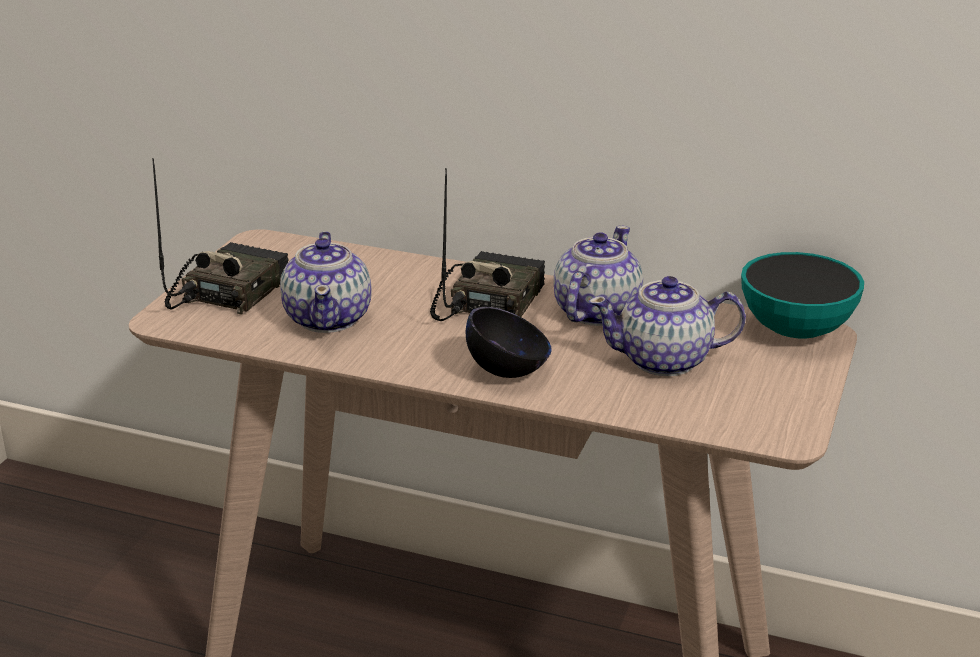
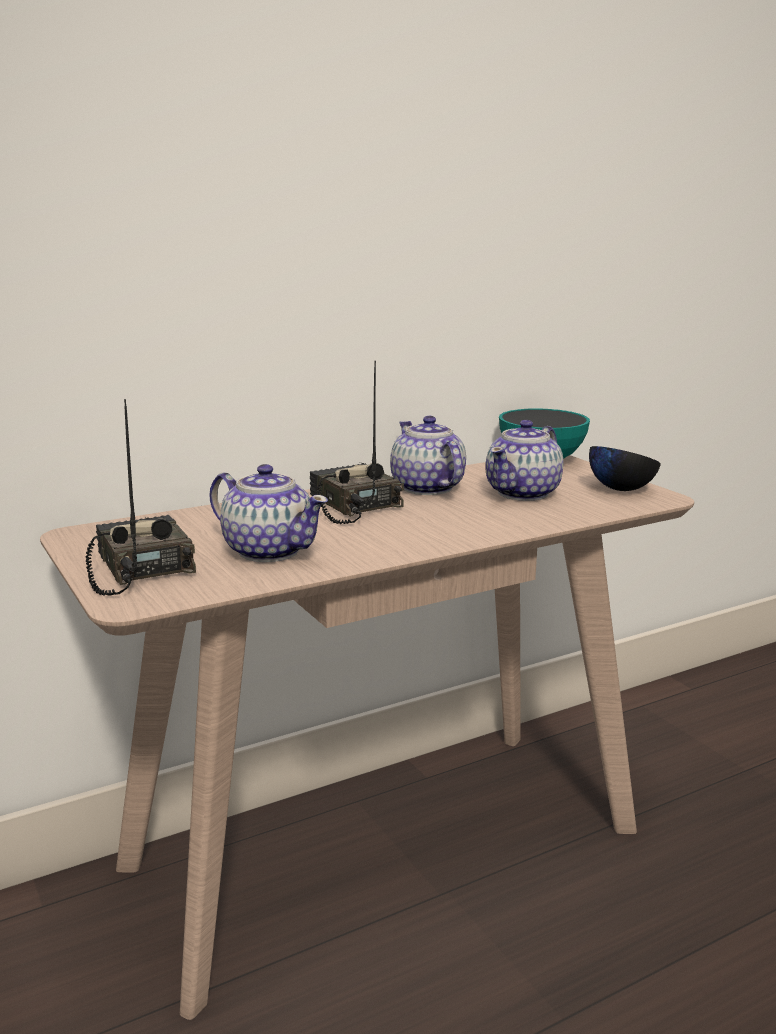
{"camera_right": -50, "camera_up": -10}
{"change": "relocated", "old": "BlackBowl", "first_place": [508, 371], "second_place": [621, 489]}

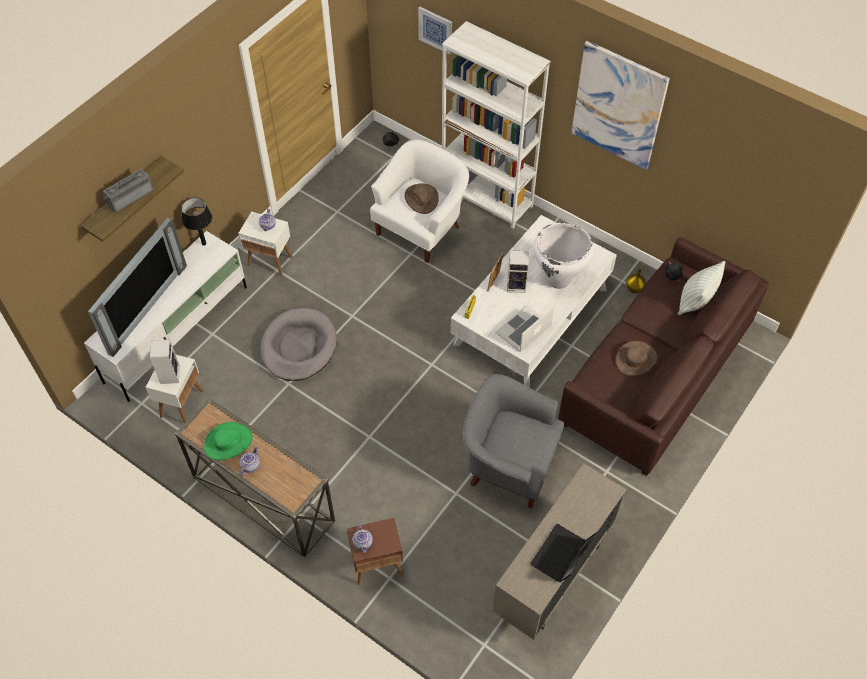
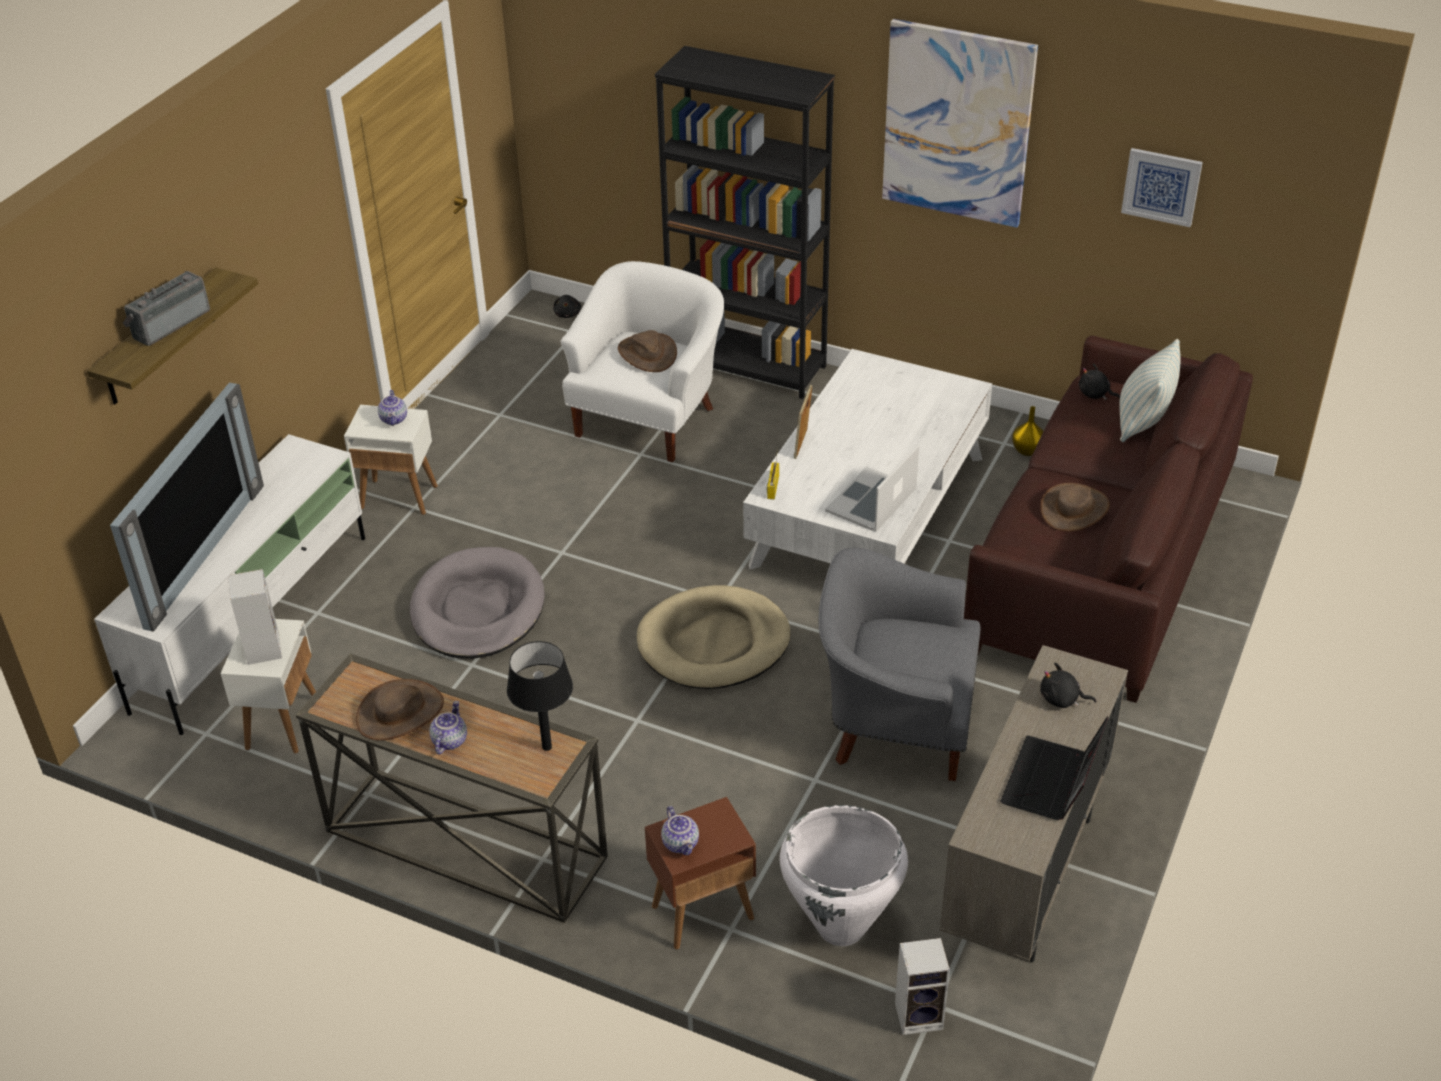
{"camera_right": -10, "camera_up": -15}
{"change": "appeared", "new": "BeigeDogBed", "second_place": [714, 643]}
{"change": "appeared", "new": "BlackPlushToy", "second_place": [1062, 699]}
{"change": "relocated", "old": "BlackTableLamp", "first_place": [204, 244], "second_place": [546, 747]}
{"change": "relocated", "old": "Picture", "first_place": [435, 30], "second_place": [1161, 186]}
{"change": "relocated", "old": "Speaker", "first_place": [517, 285], "second_place": [920, 1015]}
{"change": "relocated", "old": "WhiteVase", "first_place": [558, 280], "second_place": [840, 927]}
{"change": "colour", "old": "GreenHat", "new": "BrownHat", "first_place": [228, 442], "second_place": [400, 713]}
{"change": "colour", "old": "WhiteBookcase", "new": "BlackBookcase", "first_place": [487, 198], "second_place": [747, 365]}

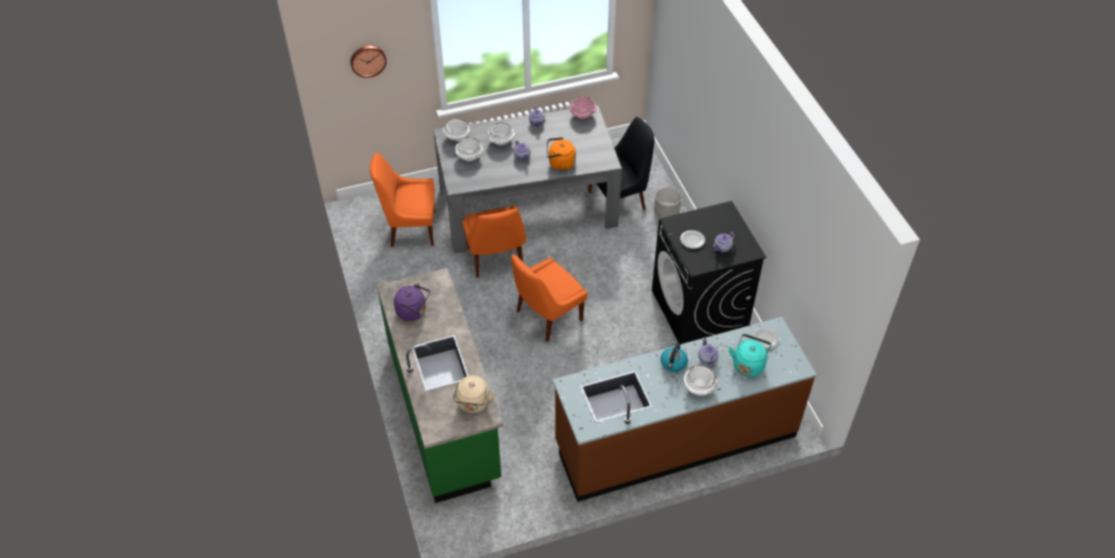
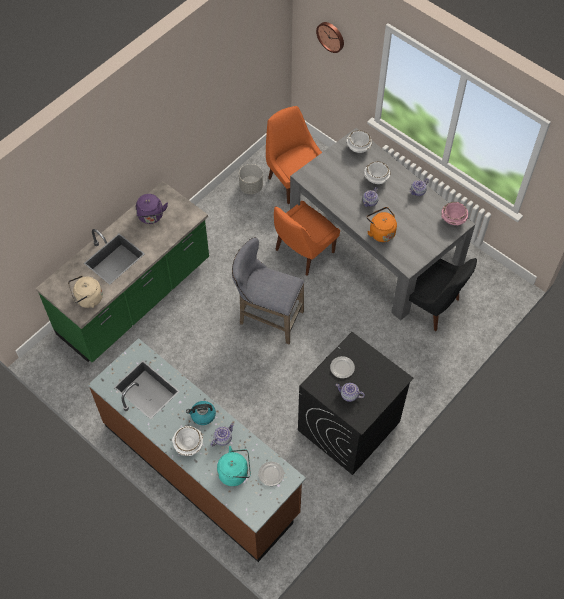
{"camera_right": 60, "camera_up": 10}
{"change": "missing", "old": "WhiteBowl", "first_place": [469, 156]}
{"change": "relocated", "old": "GreyPlanter", "first_place": [666, 213], "second_place": [251, 187]}
{"change": "exchanged", "old": "OrangeChair", "new": "GreyStool", "first_place": [547, 317], "second_place": [267, 317]}

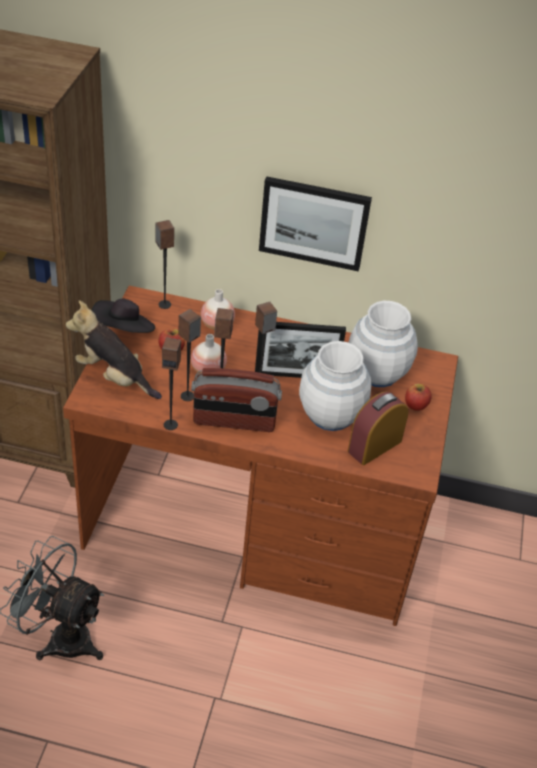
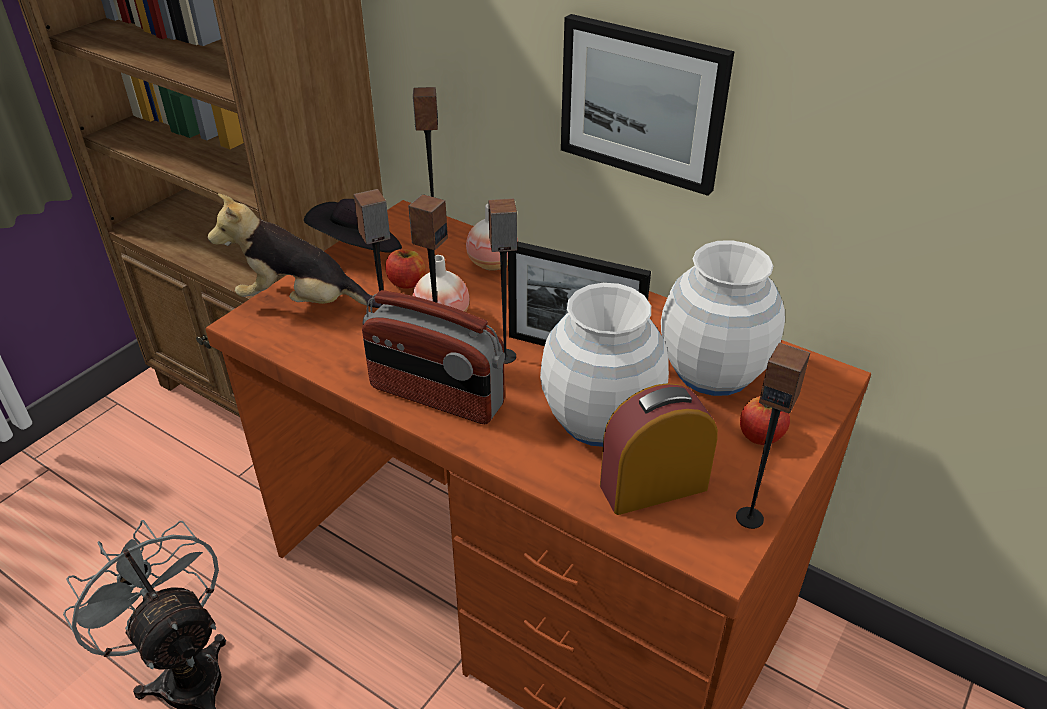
{"camera_right": 25, "camera_up": -5}
{"change": "relocated", "old": "Speaker", "first_place": [170, 424], "second_place": [750, 517]}
{"change": "spun", "old": "PlushToy", "first_place": [114, 377], "second_place": [302, 303], "degrees": -45}

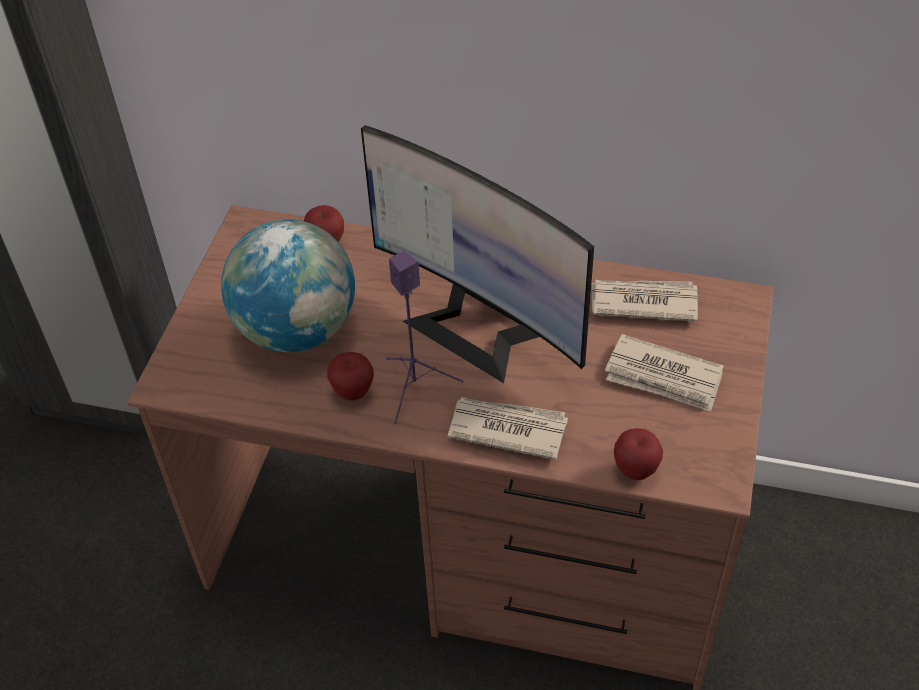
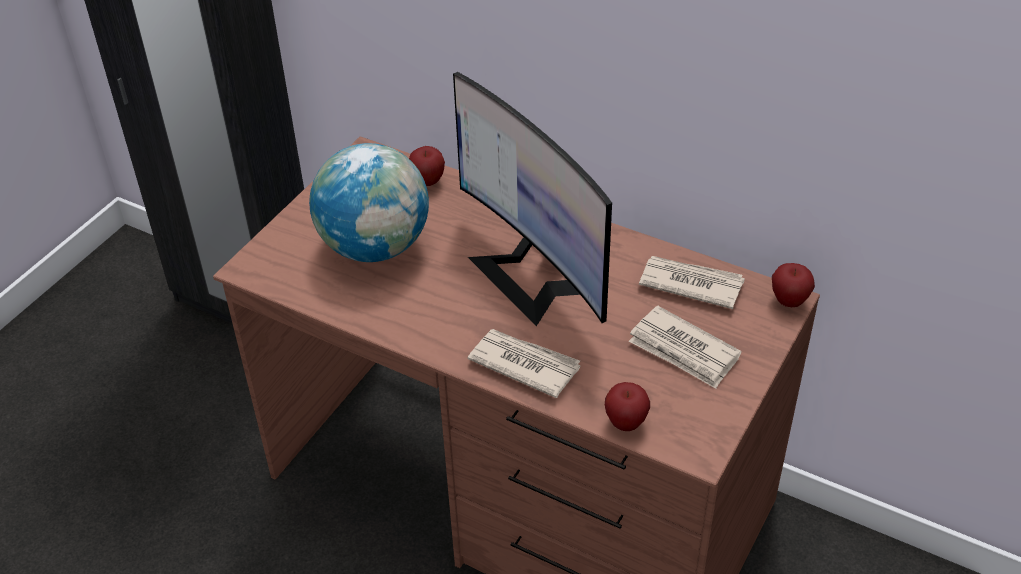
{"camera_right": 15, "camera_up": -5}
{"change": "missing", "old": "PurpleSpeaker", "first_place": [416, 386]}
{"change": "relocated", "old": "Apple", "first_place": [353, 392], "second_place": [789, 301]}

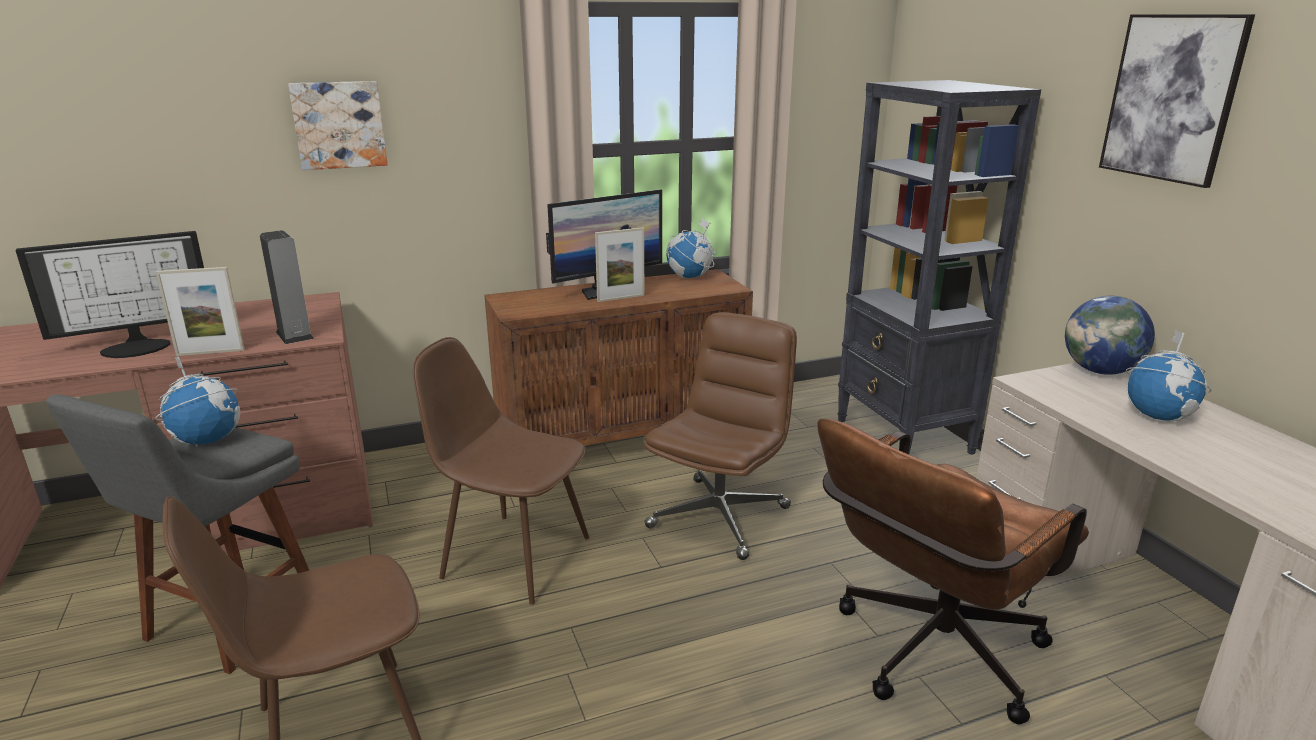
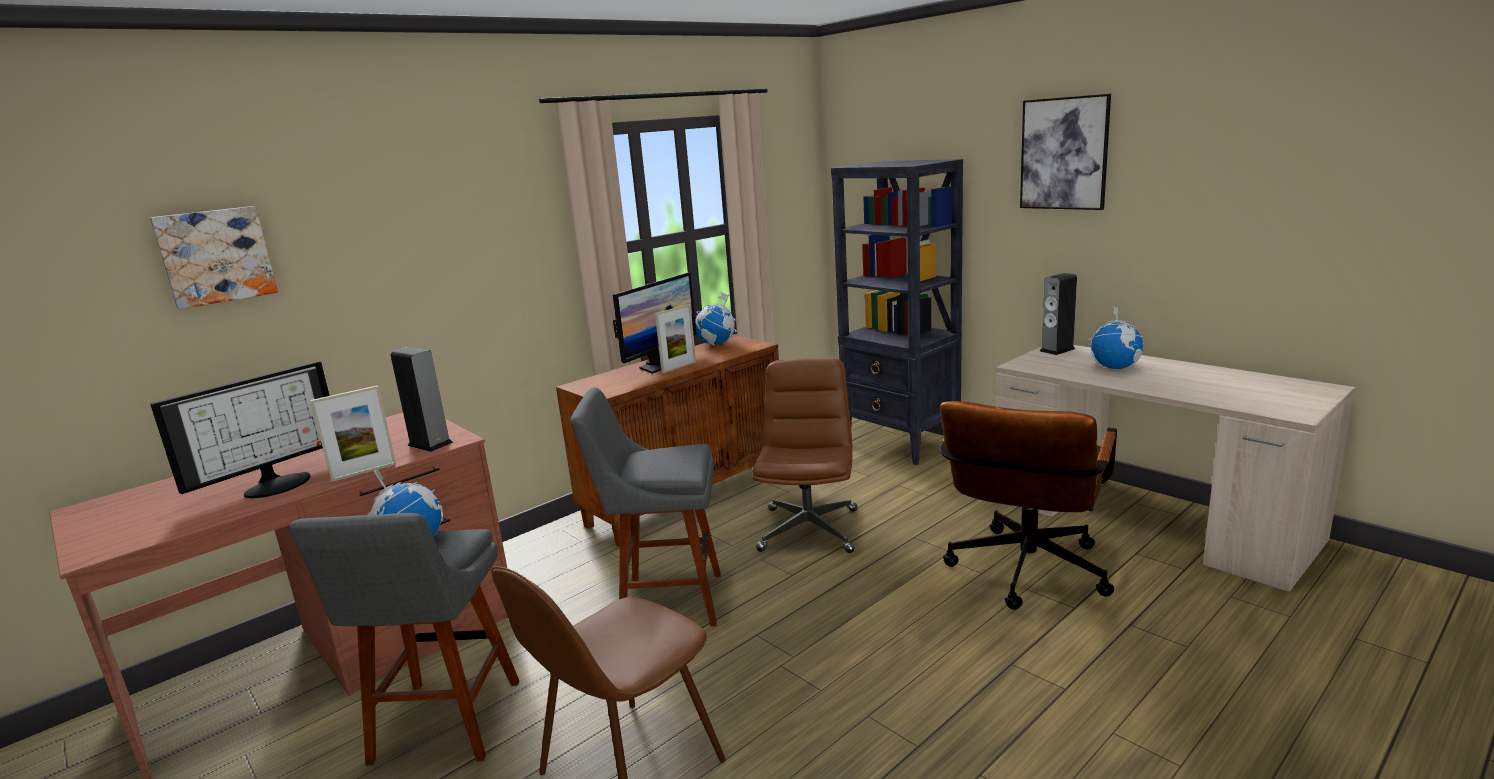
{"camera_right": -20, "camera_up": -5}
{"change": "relocated", "old": "Picture", "first_place": [339, 124], "second_place": [215, 256]}
{"change": "exchanged", "old": "BrownChair", "new": "GreyStool", "first_place": [513, 556], "second_place": [665, 601]}
{"change": "exchanged", "old": "Globe", "new": "Speaker", "first_place": [1100, 371], "second_place": [1057, 350]}

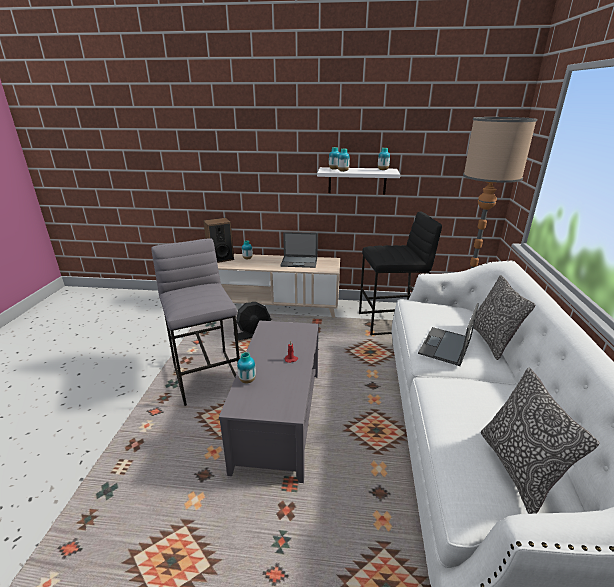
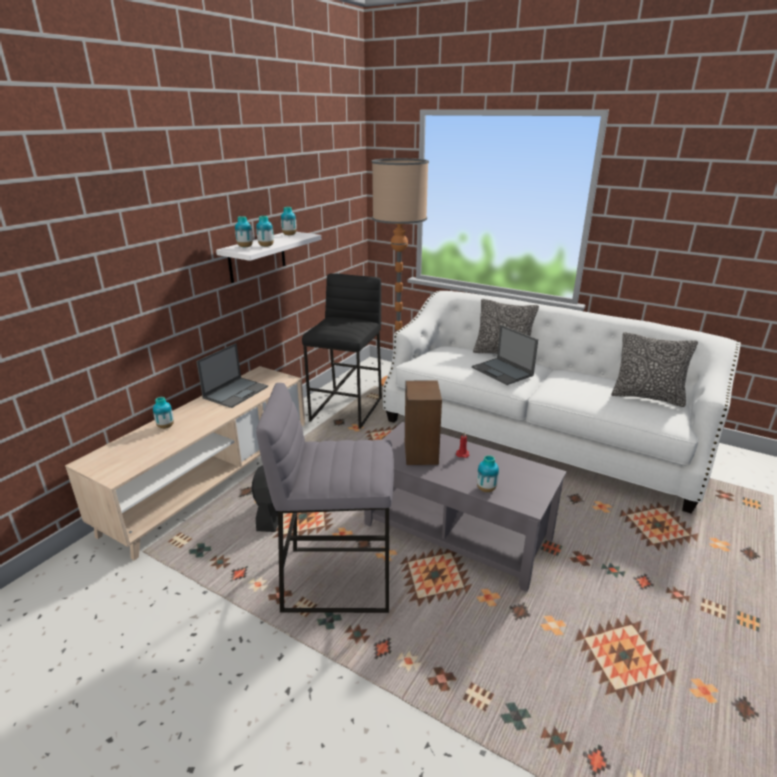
{"camera_right": -65, "camera_up": 0}
{"change": "relocated", "old": "Speaker", "first_place": [220, 258], "second_place": [420, 453]}

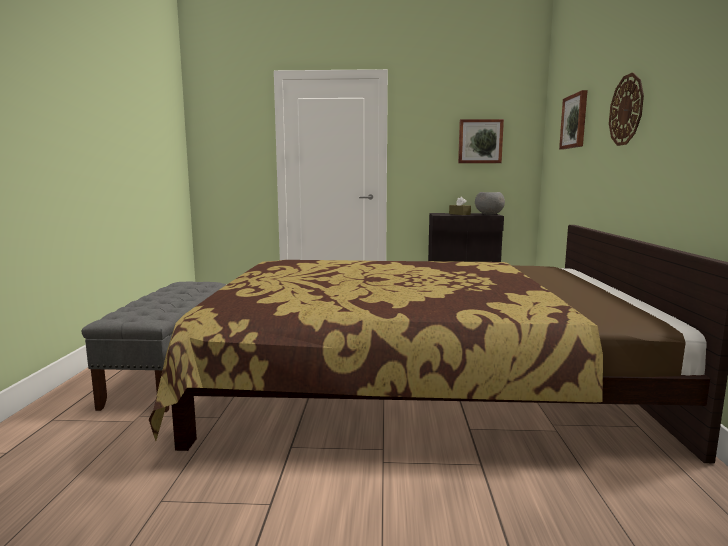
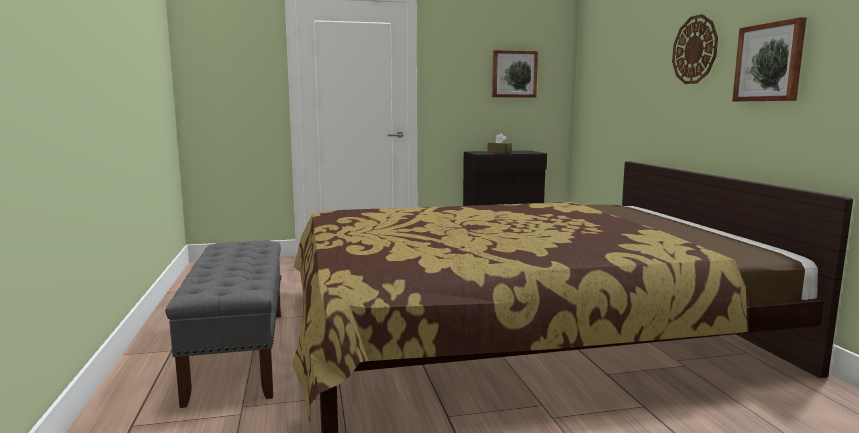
{"camera_right": -15, "camera_up": 0}
{"change": "missing", "old": "GreyBowl", "first_place": [489, 214]}
{"change": "relocated", "old": "Picture", "first_place": [575, 121], "second_place": [769, 62]}

